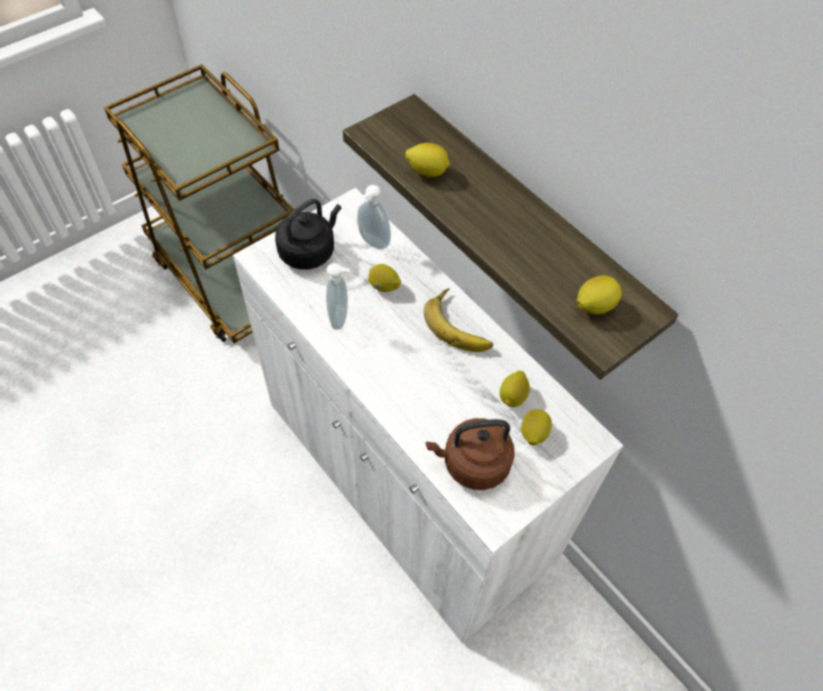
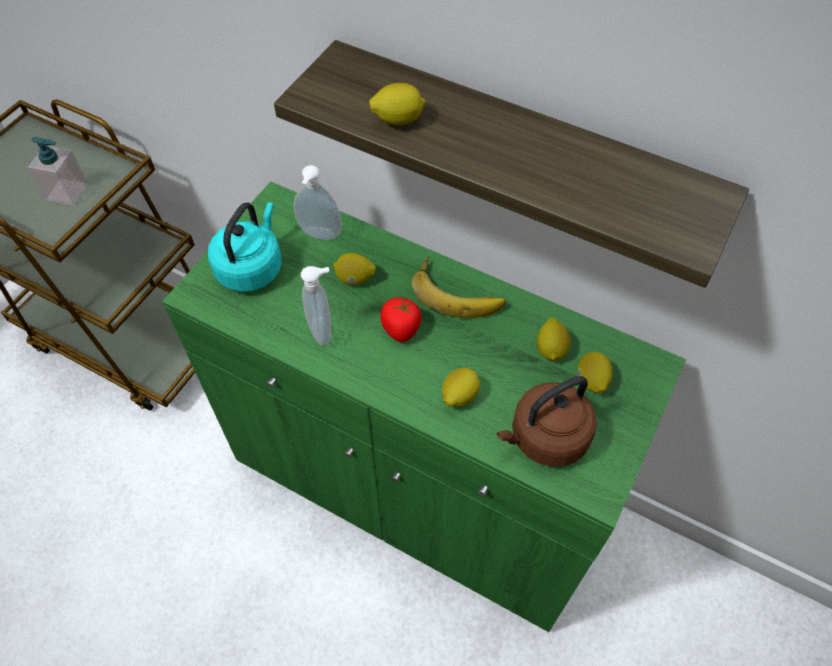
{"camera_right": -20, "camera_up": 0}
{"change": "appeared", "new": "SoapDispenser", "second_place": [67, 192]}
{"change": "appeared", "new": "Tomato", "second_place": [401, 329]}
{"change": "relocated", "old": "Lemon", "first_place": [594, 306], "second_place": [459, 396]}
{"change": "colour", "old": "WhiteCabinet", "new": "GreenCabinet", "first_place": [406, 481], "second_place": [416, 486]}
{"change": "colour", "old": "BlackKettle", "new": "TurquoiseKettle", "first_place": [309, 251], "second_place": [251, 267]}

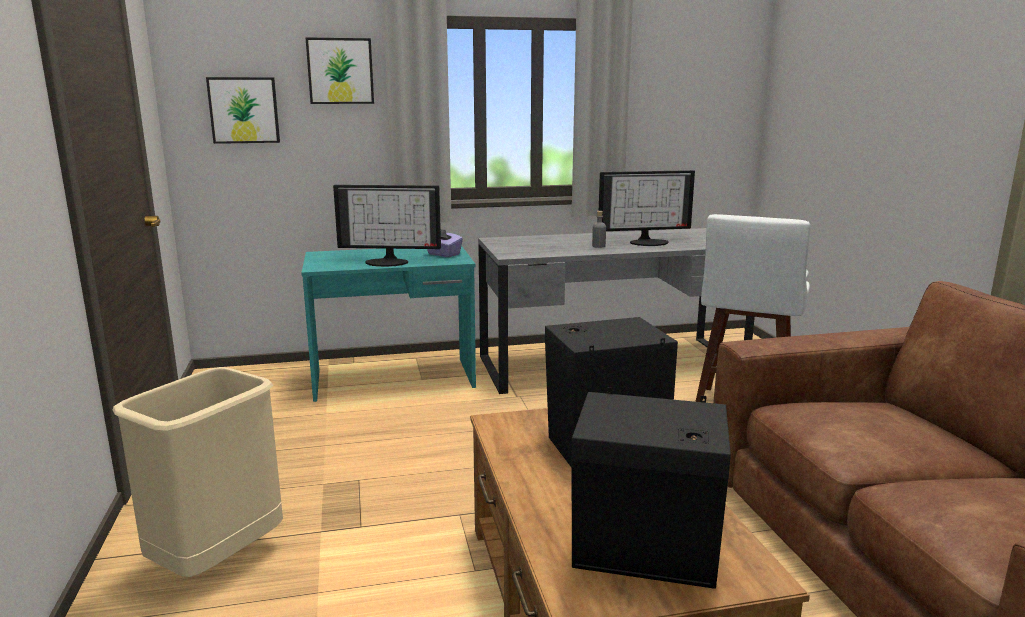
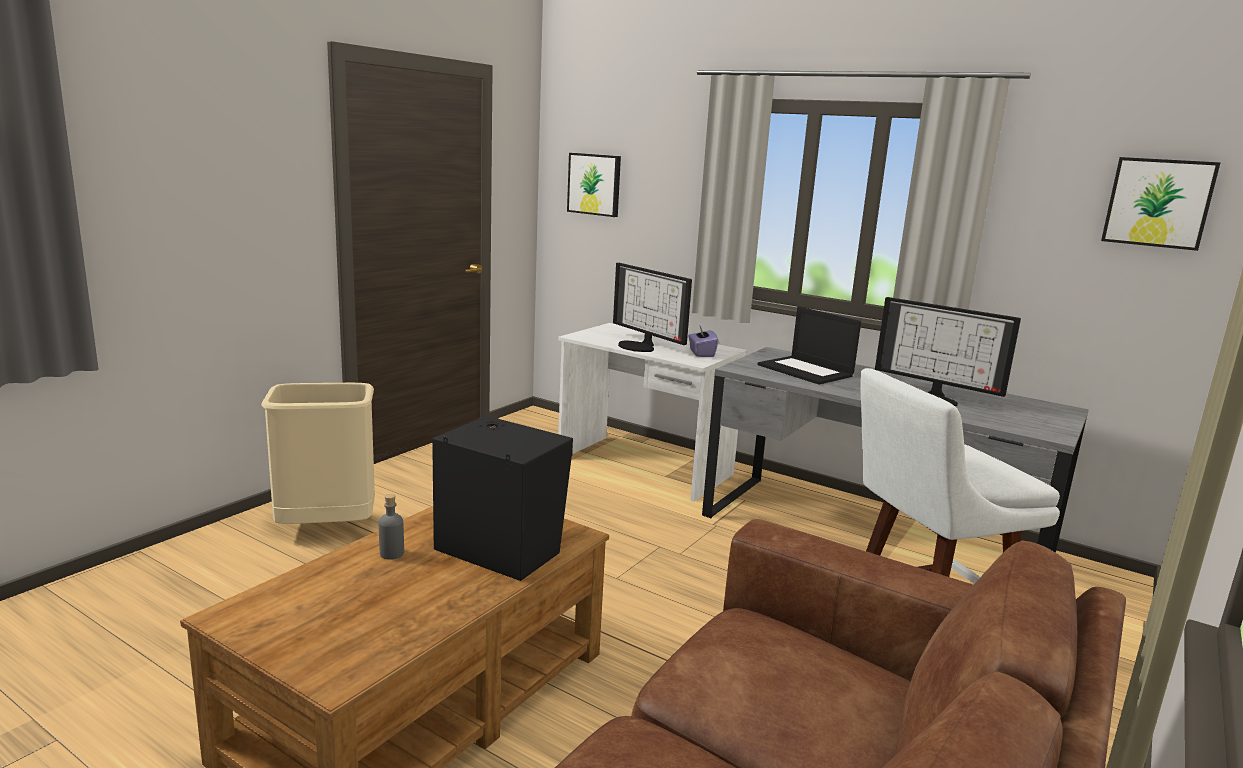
{"camera_right": 45, "camera_up": 0}
{"change": "missing", "old": "BlackSpeaker", "first_place": [647, 557]}
{"change": "appeared", "new": "Laptop", "second_place": [806, 371]}
{"change": "relocated", "old": "Picture", "first_place": [340, 71], "second_place": [1158, 203]}
{"change": "relocated", "old": "GreyBottle", "first_place": [598, 246], "second_place": [391, 553]}
{"change": "colour", "old": "TurquoiseDesk", "new": "WhiteDesk", "first_place": [394, 379], "second_place": [644, 467]}

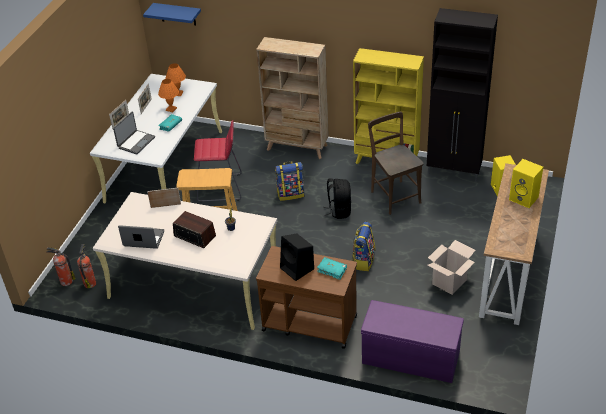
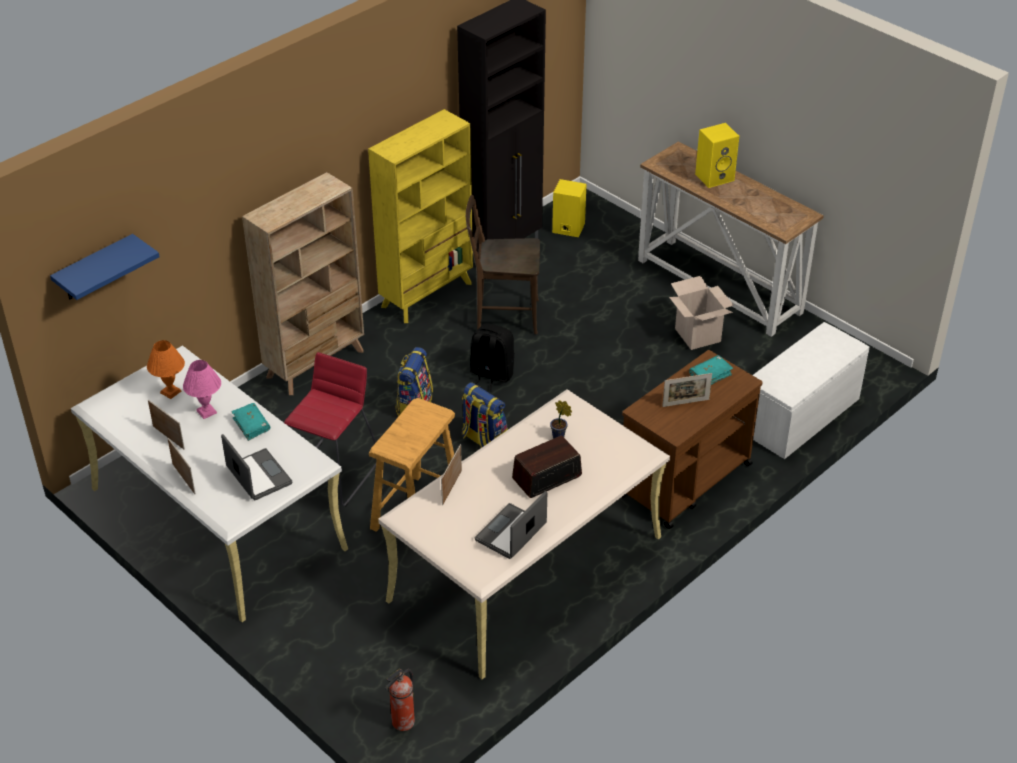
{"camera_right": -65, "camera_up": 0}
{"change": "missing", "old": "FireExtinguisher", "first_place": [90, 283]}
{"change": "relocated", "old": "Backpack", "first_place": [363, 260], "second_place": [483, 440]}
{"change": "exchanged", "old": "BlackSpeaker", "new": "PictureFrame", "first_place": [298, 269], "second_place": [685, 403]}
{"change": "colour", "old": "OrangeTableLamp", "new": "PinkTableLamp", "first_place": [171, 109], "second_place": [207, 411]}
{"change": "colour", "old": "PurpleBench", "new": "WhiteBench", "first_place": [409, 358], "second_place": [800, 416]}

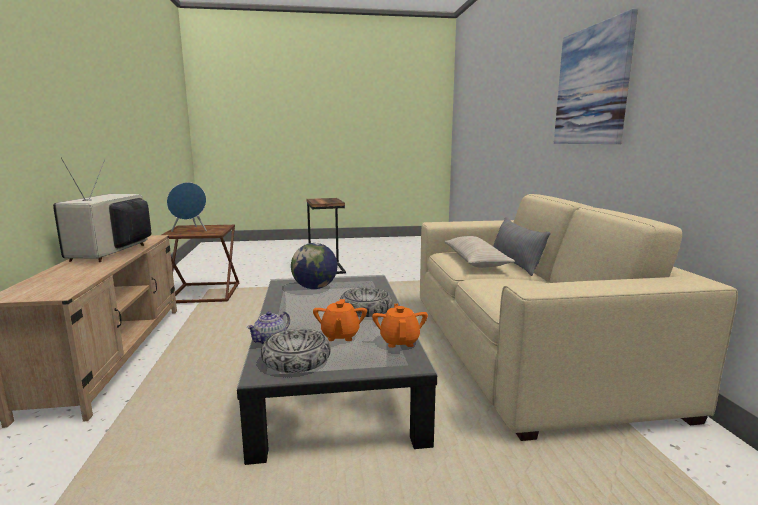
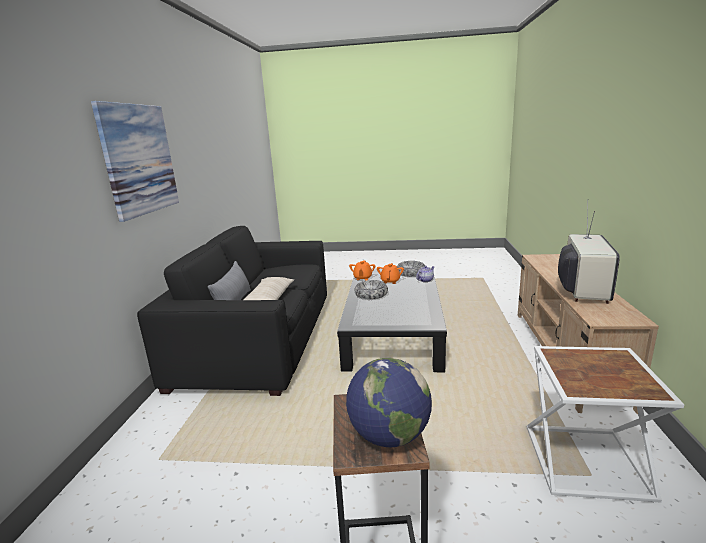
{"camera_right": -165, "camera_up": 5}
{"change": "missing", "old": "BlueSpeaker", "first_place": [190, 230]}
{"change": "relocated", "old": "Globe", "first_place": [315, 288], "second_place": [389, 436]}
{"change": "colour", "old": "BrownSideTable", "new": "WhiteSideTable", "first_place": [206, 293], "second_place": [584, 462]}
{"change": "colour", "old": "BeigeSofa", "new": "BlackSofa", "first_place": [525, 348], "second_place": [259, 337]}

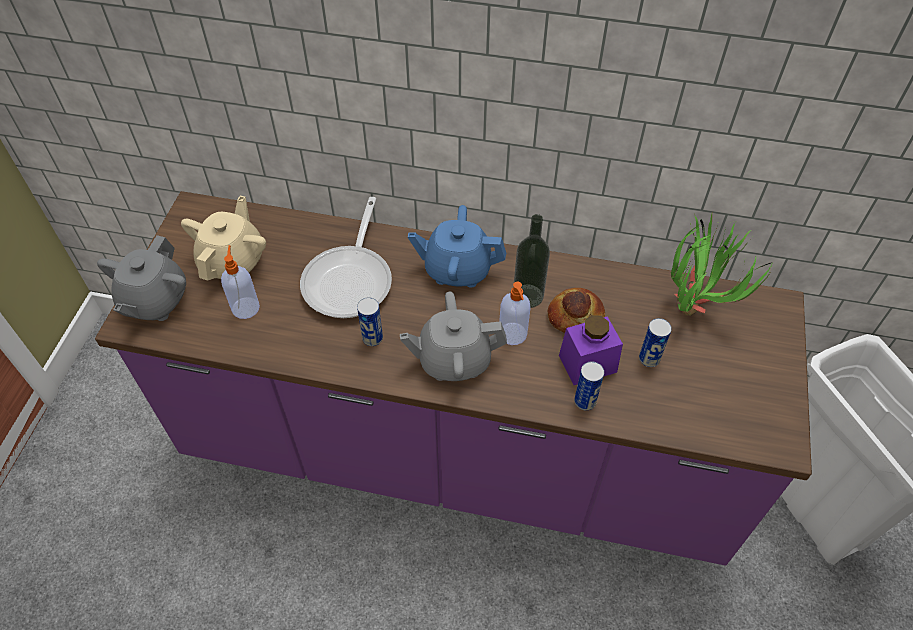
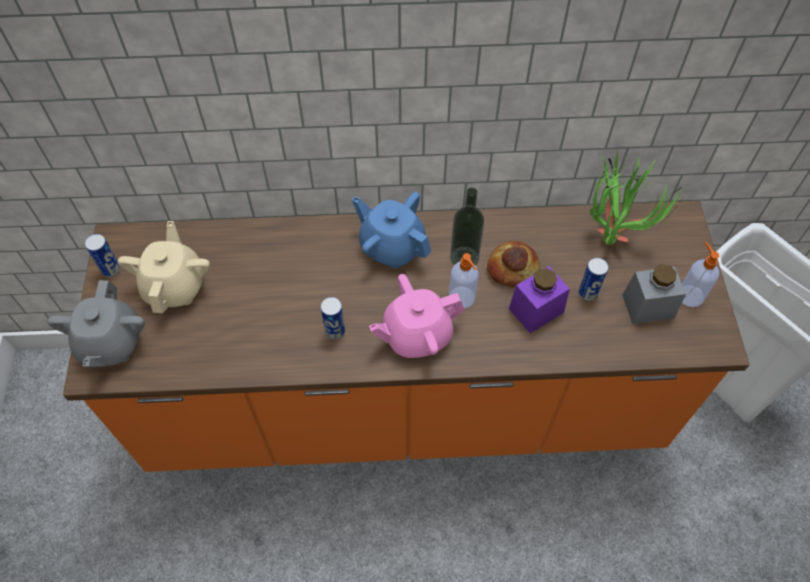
{"camera_right": -15, "camera_up": 5}
{"change": "missing", "old": "FryingPan", "first_place": [350, 280]}
{"change": "appeared", "new": "GreyJar", "second_place": [648, 306]}
{"change": "relocated", "old": "SoapDispenser", "first_place": [245, 307], "second_place": [689, 295]}
{"change": "relocated", "old": "Can", "first_place": [585, 401], "second_place": [111, 270]}
{"change": "colour", "old": "PurpleCounter", "new": "OrangeCounter", "first_place": [456, 456], "second_place": [405, 407]}
{"change": "colour", "old": "GreyTeapot", "new": "PinkTeapot", "first_place": [454, 360], "second_place": [416, 335]}
{"change": "spun", "old": "BlueTeapot", "first_place": [457, 269], "second_place": [392, 246], "degrees": 45}

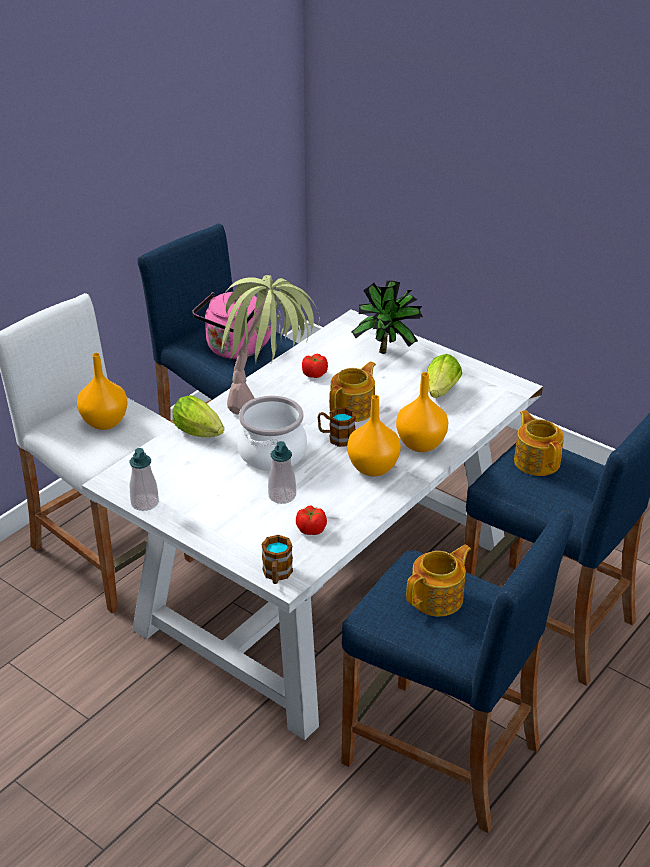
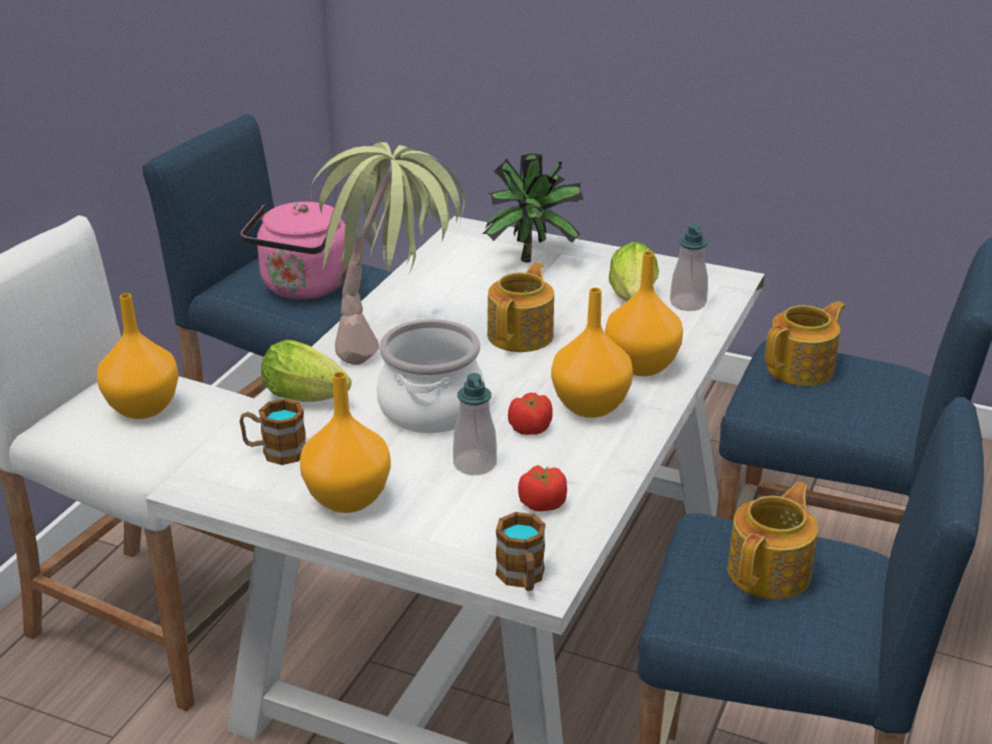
{"camera_right": -15, "camera_up": -5}
{"change": "appeared", "new": "OrangeVase", "second_place": [347, 497]}
{"change": "relocated", "old": "SoapDispenser", "first_place": [145, 503], "second_place": [688, 303]}
{"change": "relocated", "old": "Tomato", "first_place": [315, 374], "second_place": [530, 428]}
{"change": "relocated", "old": "Mug", "first_place": [336, 437], "second_place": [275, 452]}
{"change": "spun", "old": "Teapot", "first_place": [537, 461], "second_place": [802, 368], "degrees": 90}

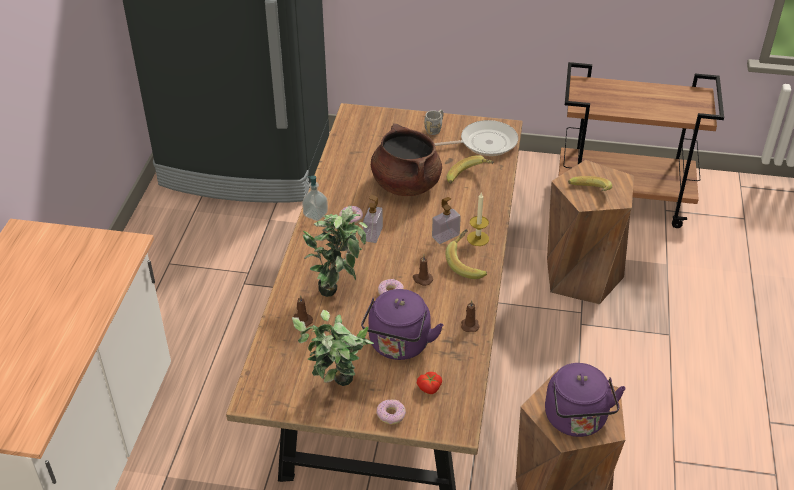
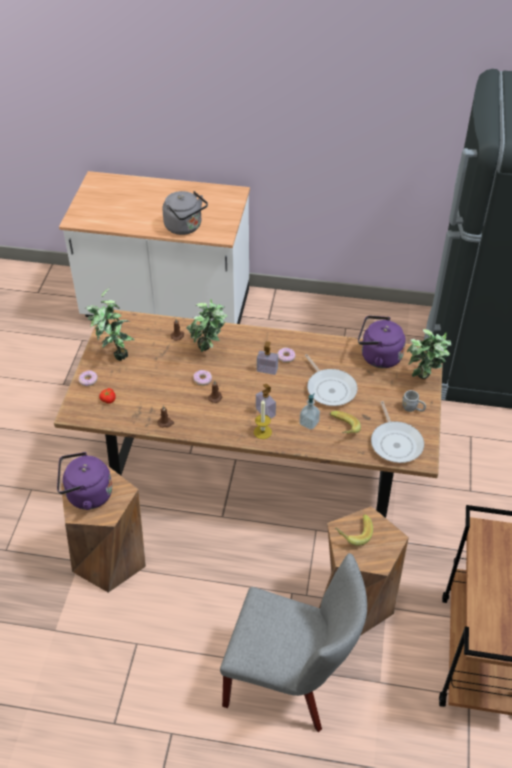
{"camera_right": 90, "camera_up": 5}
{"change": "missing", "old": "Banana", "first_place": [468, 263]}
{"change": "appeared", "new": "GreyKettle", "second_place": [185, 227]}
{"change": "appeared", "new": "GreyChair", "second_place": [291, 681]}
{"change": "appeared", "new": "PottedPlant", "second_place": [423, 382]}
{"change": "relocated", "old": "SoapDispenser", "first_place": [315, 214], "second_place": [309, 423]}
{"change": "relocated", "old": "PurpleKettle", "first_place": [399, 346], "second_place": [378, 357]}
{"change": "exchanged", "old": "BrownCookingPot", "new": "FryingPan", "first_place": [405, 184], "second_place": [330, 388]}

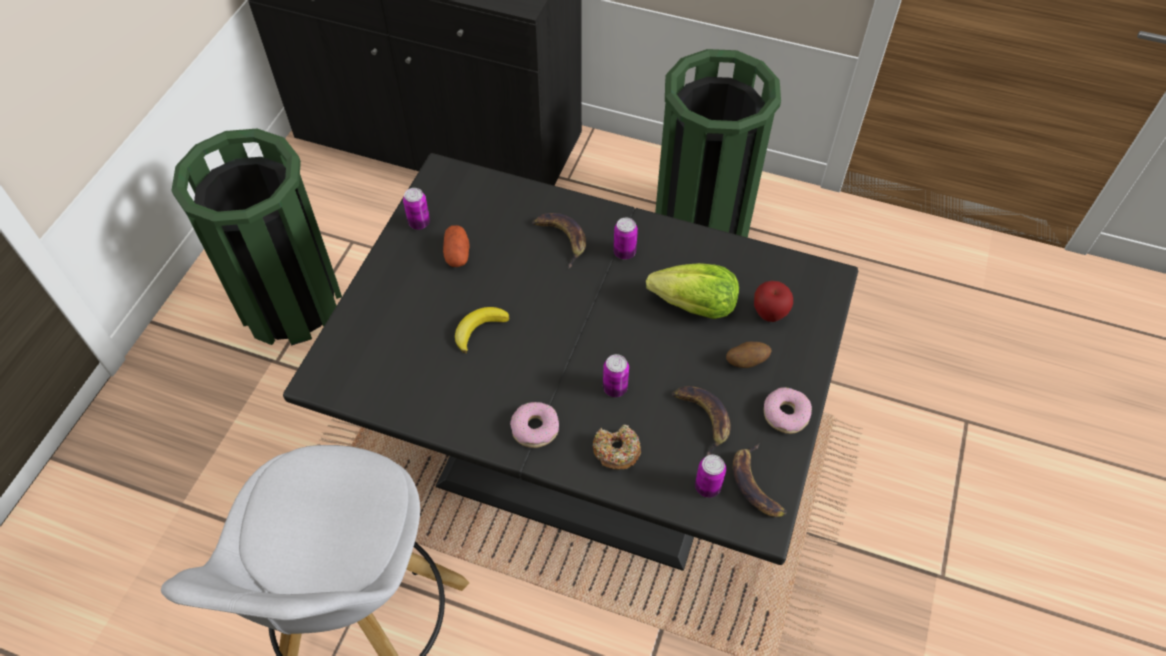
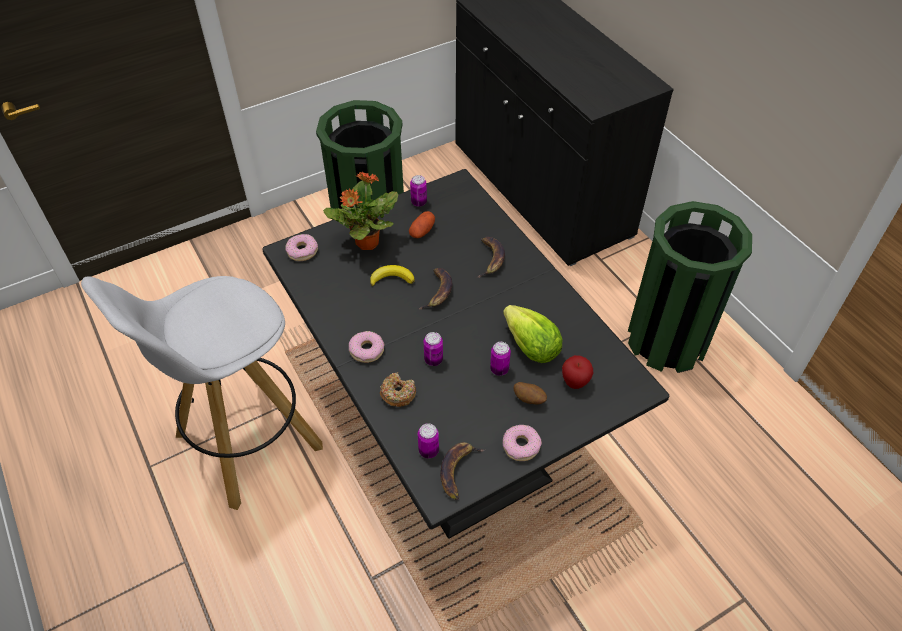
{"camera_right": 40, "camera_up": -5}
{"change": "appeared", "new": "Donut", "second_place": [302, 251]}
{"change": "appeared", "new": "PottedPlant", "second_place": [366, 243]}
{"change": "relocated", "old": "Can", "first_place": [624, 252], "second_place": [499, 369]}
{"change": "relocated", "old": "Banana", "first_place": [703, 418], "second_place": [438, 291]}

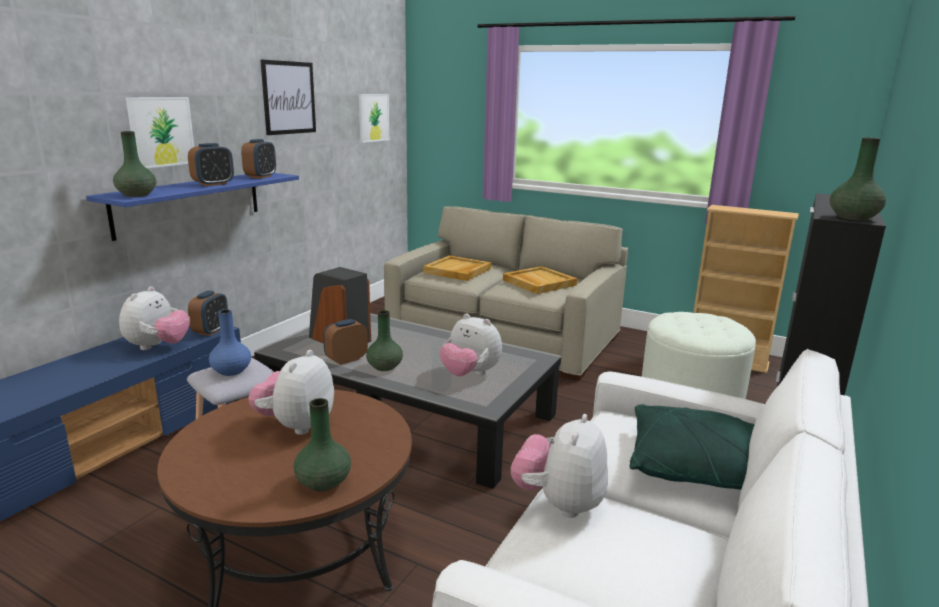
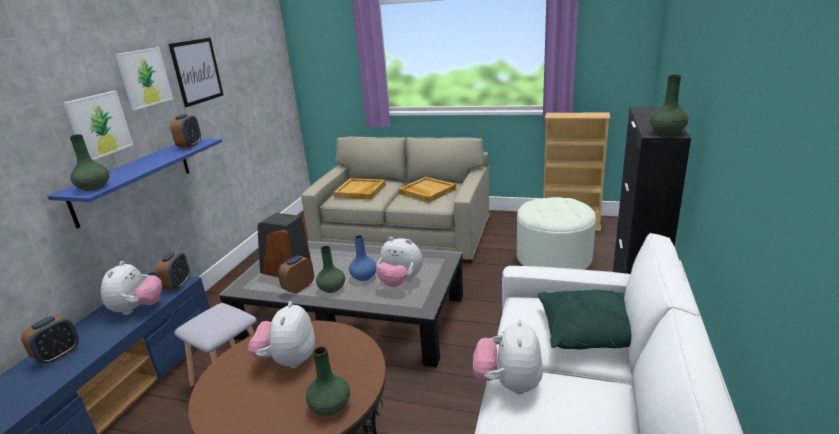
{"camera_right": -10, "camera_up": 5}
{"change": "relocated", "old": "AlarmClock", "first_place": [213, 184], "second_place": [58, 355]}
{"change": "relocated", "old": "BlueVase", "first_place": [232, 371], "second_place": [364, 277]}
{"change": "relocated", "old": "Picture", "first_place": [373, 118], "second_place": [144, 78]}

